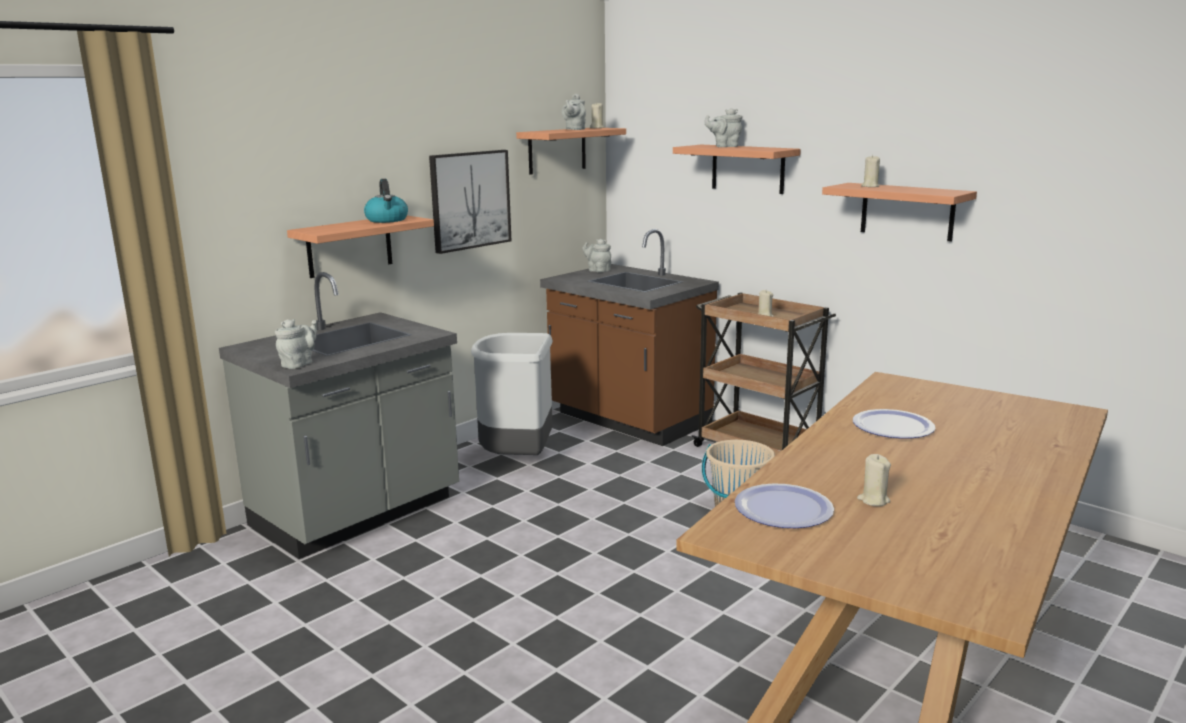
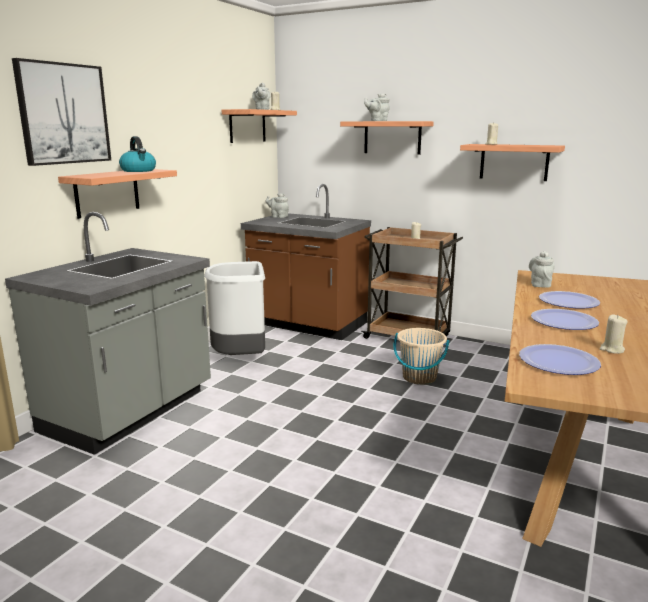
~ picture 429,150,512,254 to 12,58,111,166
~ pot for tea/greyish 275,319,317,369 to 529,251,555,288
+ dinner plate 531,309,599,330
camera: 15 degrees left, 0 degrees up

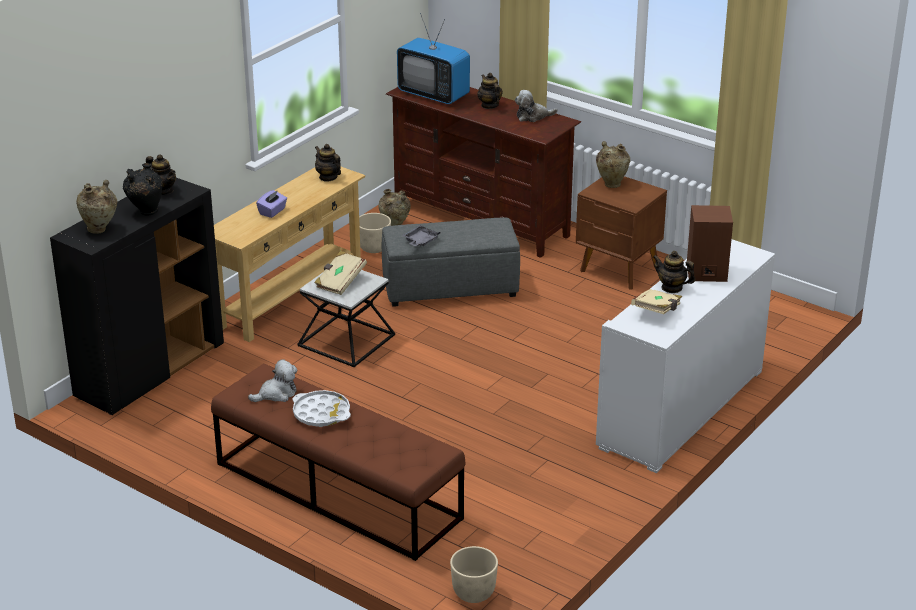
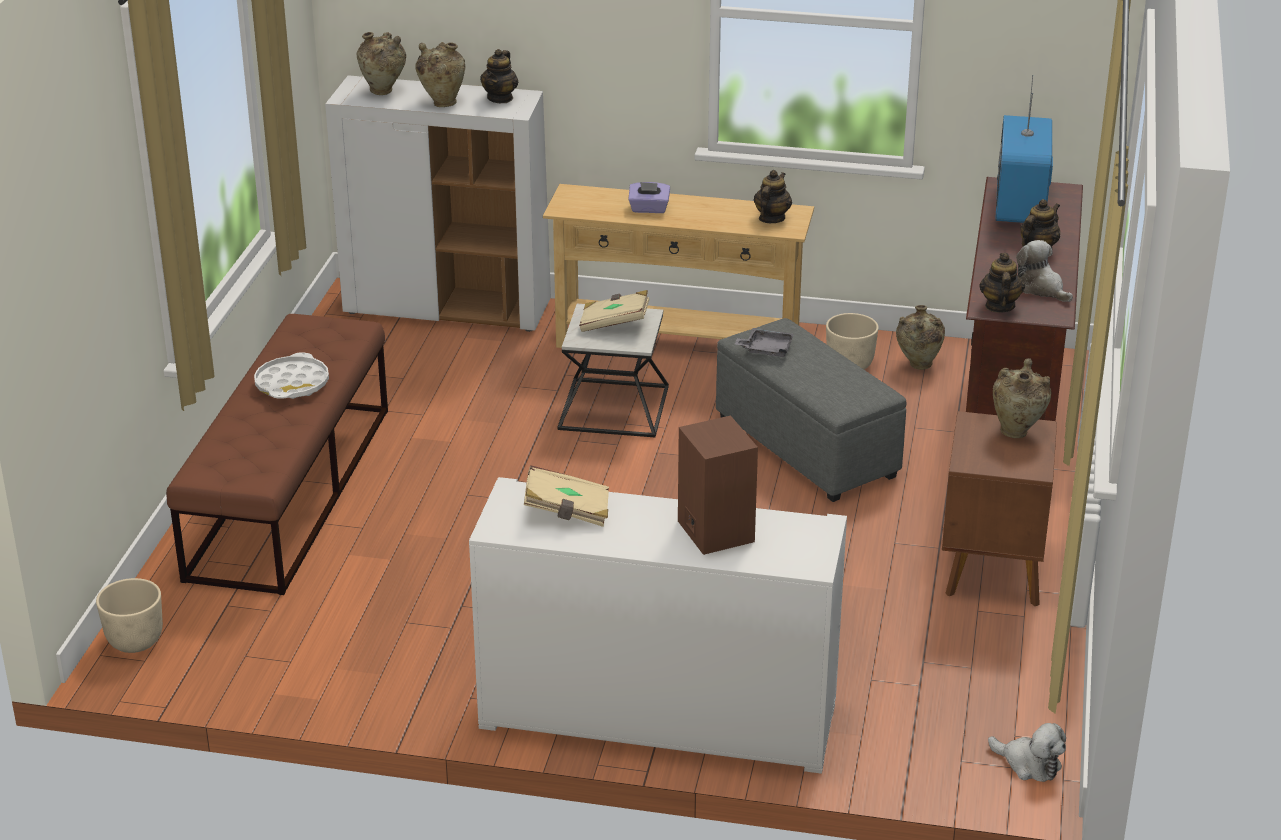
~ storage cabinet/black-coloured 50,178,224,415 to storage cabinet/white-coloured 325,75,551,332
~ decorative vase/black-coloured 123,163,163,216 to decorative vase/beige 415,42,465,107
~ pot for tea 653,251,695,293 to 979,253,1025,313
~ cuddly toy 248,359,297,402 to 988,723,1066,782
camera: 65 degrees right, 0 degrees up

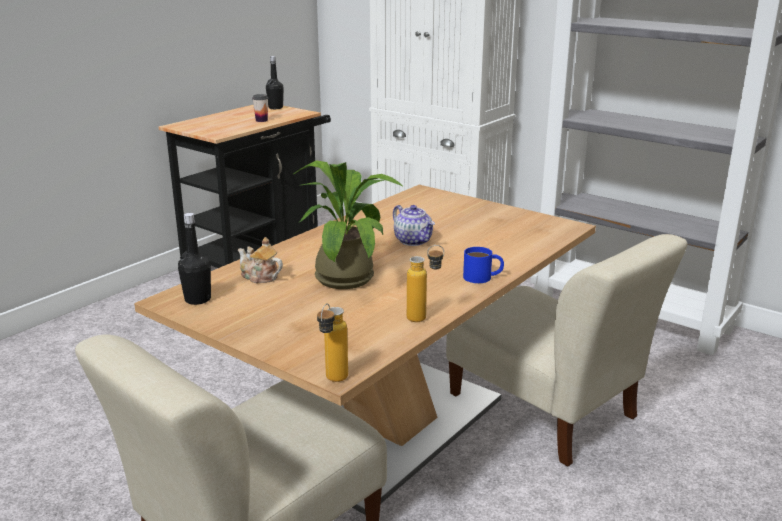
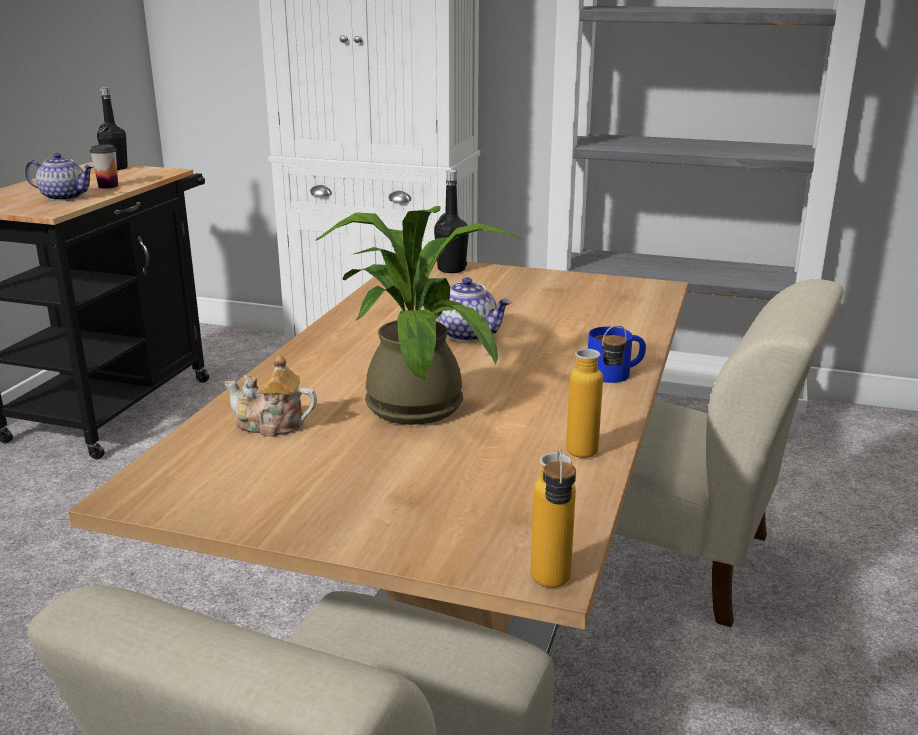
+ pot for tea 25,153,94,201
~ beverage bottle/black-coloured 178,213,211,305 to 434,170,469,273
camera: 20 degrees left, 0 degrees up

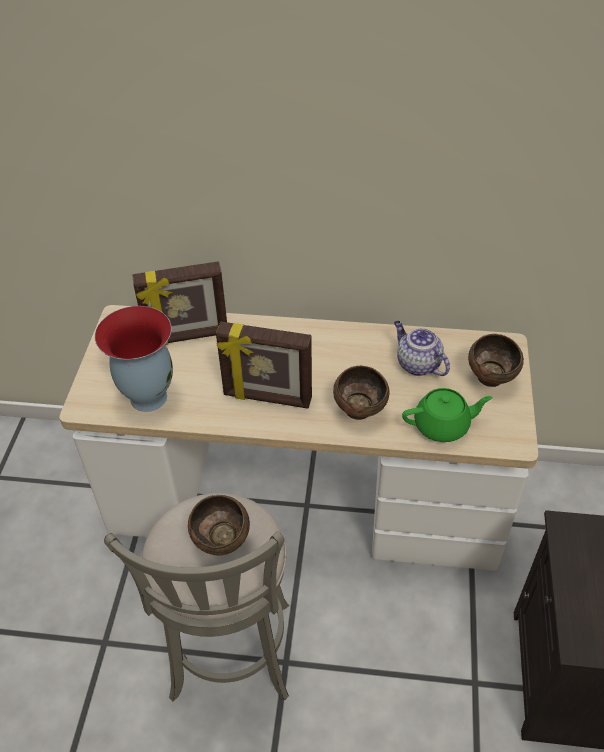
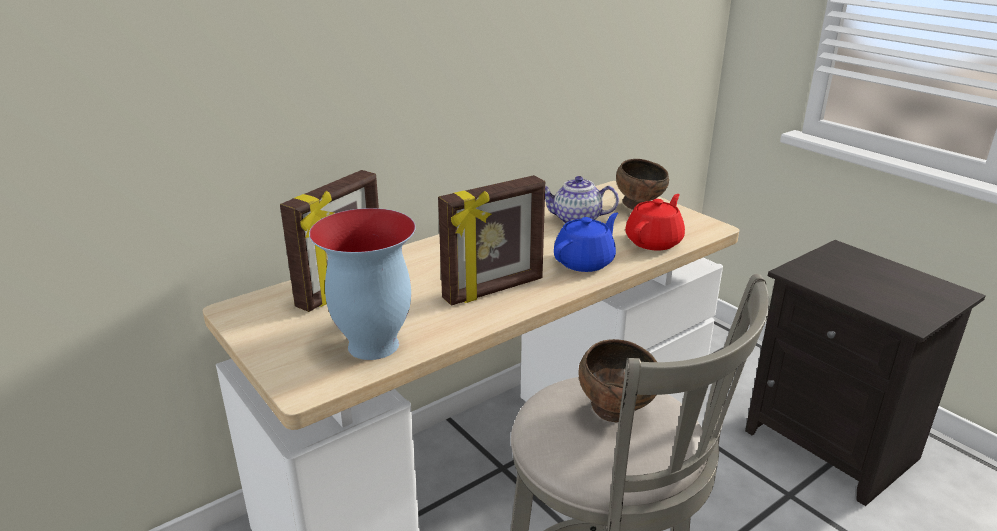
~ bowl/brown-coloured 333,366,390,420 to pot for tea/blue-coloured 554,213,618,272
~ pot for tea/green-coloured 402,388,493,442 to pot for tea/reddish 625,194,685,250
camera: 45 degrees left, 20 degrees down

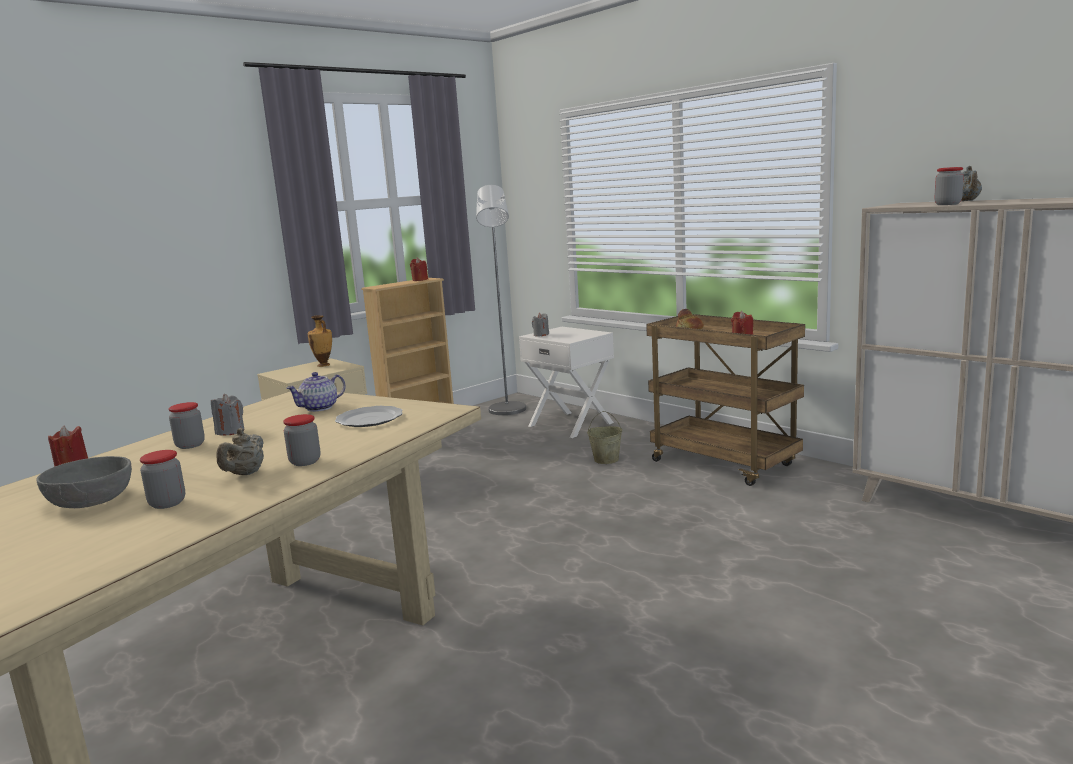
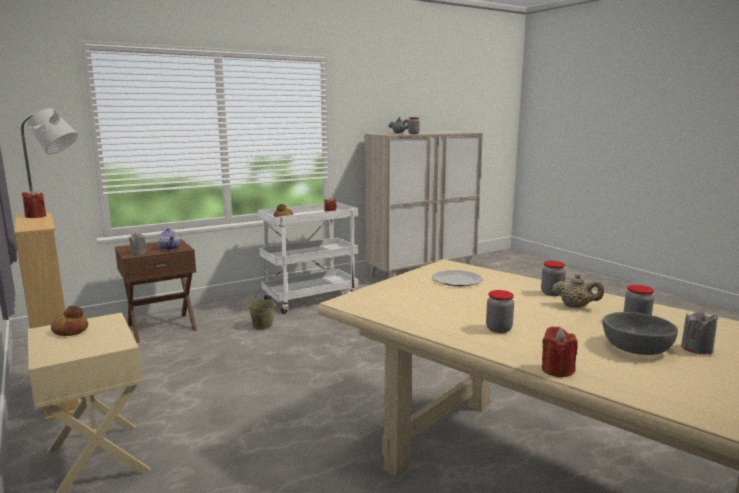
~ decorative vase 308,315,332,367 to baked bread 51,306,88,336
~ bedside table/white-coloured 519,327,614,438 to bedside table/brown-coloured 115,239,197,343
~ pot for tea 286,372,346,412 to 158,228,180,250
~ cart/brown-coloured 646,314,805,486 to cart/white-coloured 258,202,359,314
~ wax candle/greyish 211,394,244,436 to 681,310,718,355
camera: 80 degrees left, 0 degrees up

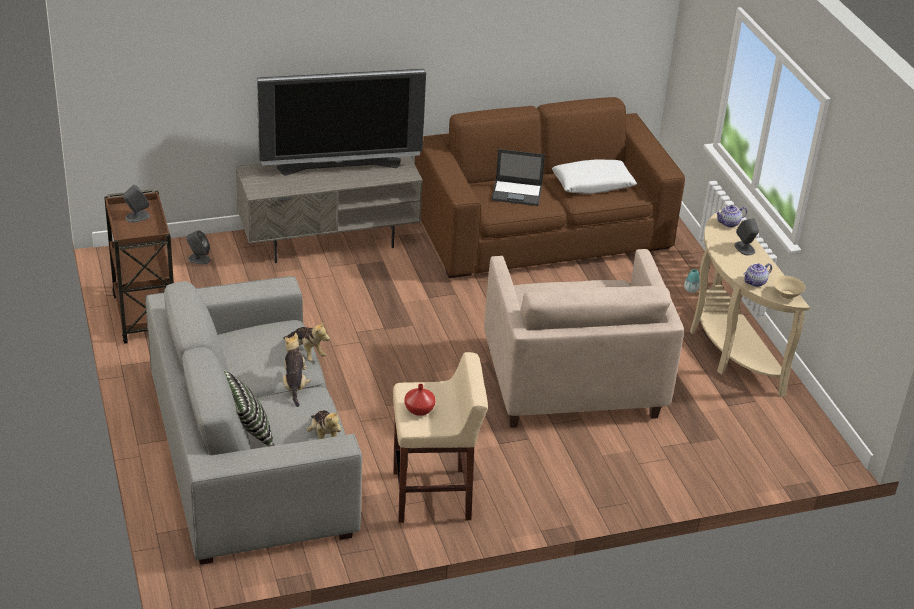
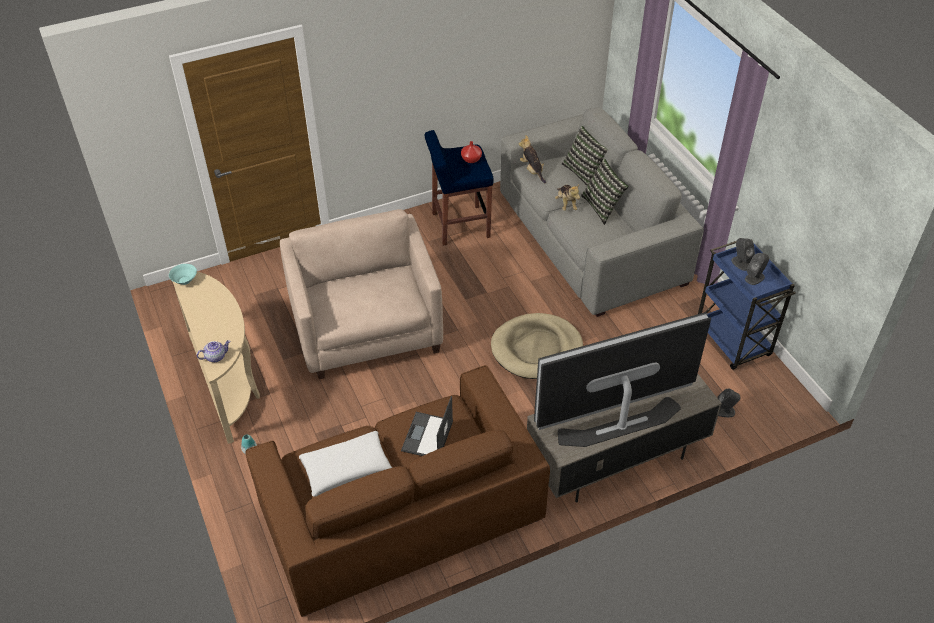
~ bowl/beige 773,276,805,299 to bowl/turquoise-coloured 169,264,197,285
~ laptop 492,149,545,206 = 401,396,453,456 75 degrees counterclockwise
~ stool/beige 393,352,488,523 to stool/blue-coloured 424,130,494,245
+ pet bed/beige 491,313,583,379
+ cushion 581,159,629,225
~ cart/brown-coloured 104,189,174,344 to cart/blue-coloured 698,241,796,370
~ speaker/greyish 734,218,759,255 to 731,238,755,271
- cuddly toy 283,320,330,361
- pot for tea 743,263,772,287
camera: 175 degrees right, 10 degrees up

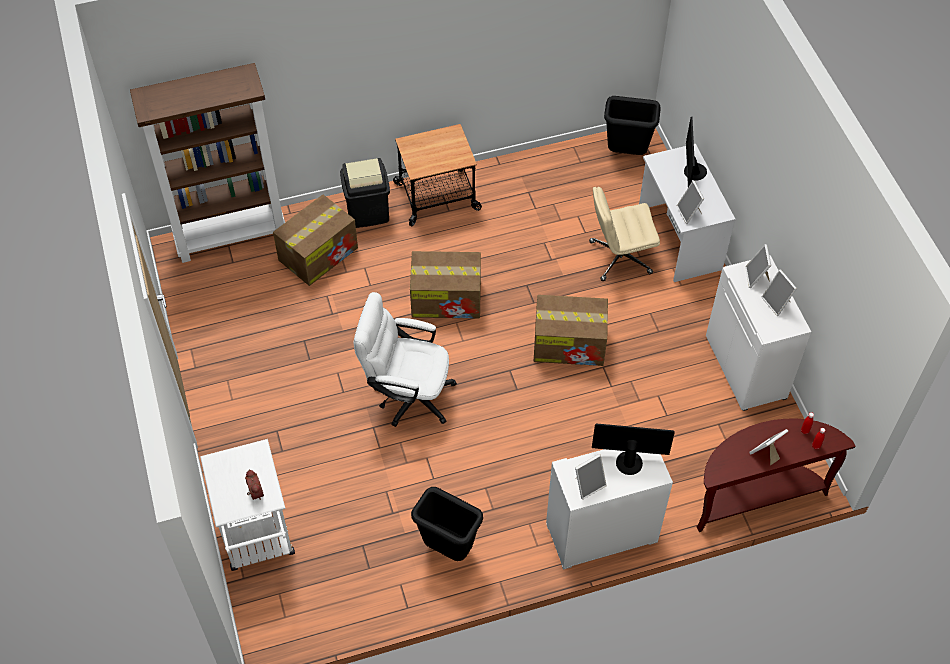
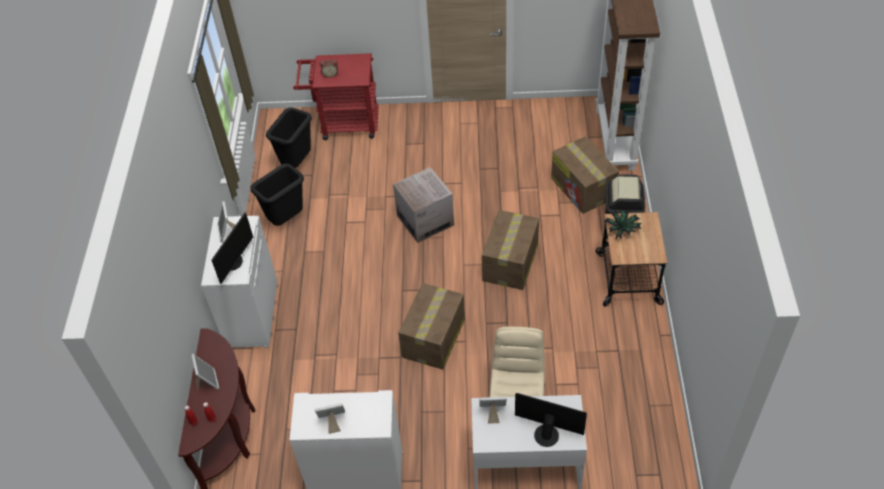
~ rubbish bin/black-coloured 604,96,661,155 to 266,107,312,168
~ cart/white-coloured 200,439,295,571 to cart/reddish 293,53,379,140
~ office chair/white-coloured 353,292,457,427 to packing box 393,167,454,243
+ houseplant 603,210,642,239
- photo frame 745,244,771,288
camera: 110 degrees right, 5 degrees down

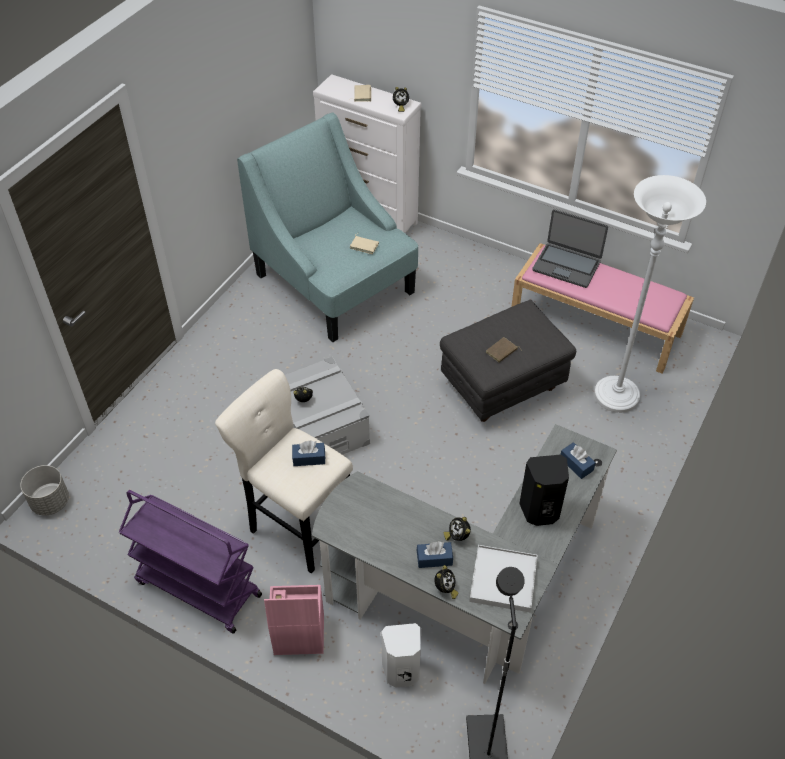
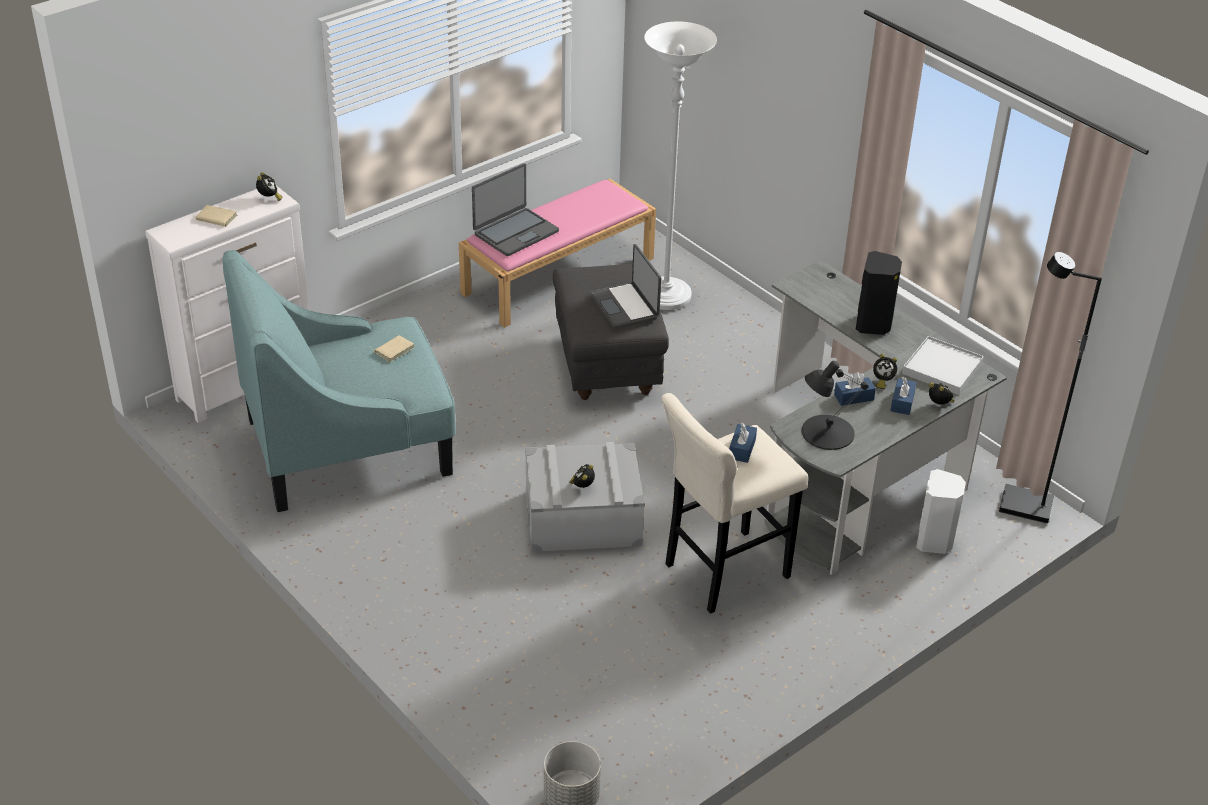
~ book/brown-coloured 486,337,522,362 to laptop 590,244,661,329
+ table lamp/black-coloured 802,361,869,450
~ tissue holder/blue-coloured 561,442,596,479 to 834,372,876,406
- cart/purplish 119,490,262,634
- storage box/pinkish 264,585,324,655
camera: 70 degrees left, 10 degrees down

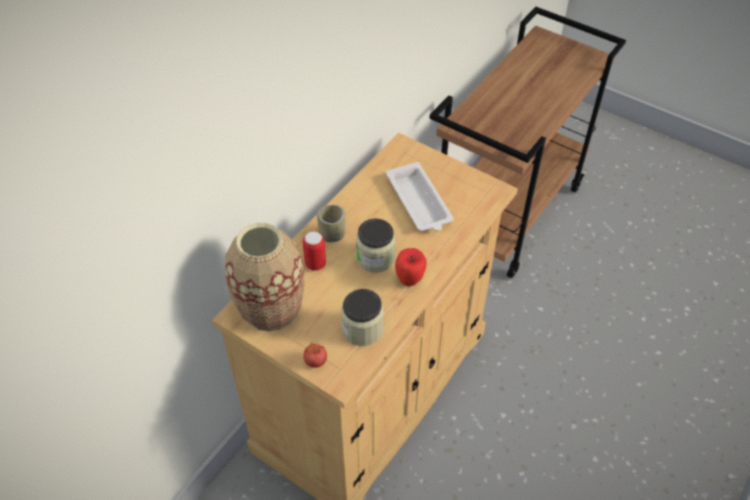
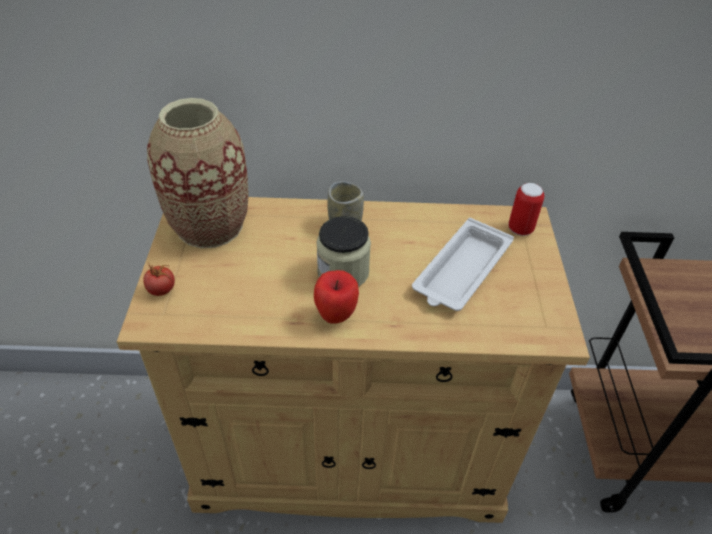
~ can 303,231,326,271 to 508,183,544,236
- storage jar 341,289,384,346
camera: 55 degrees right, 5 degrees down

